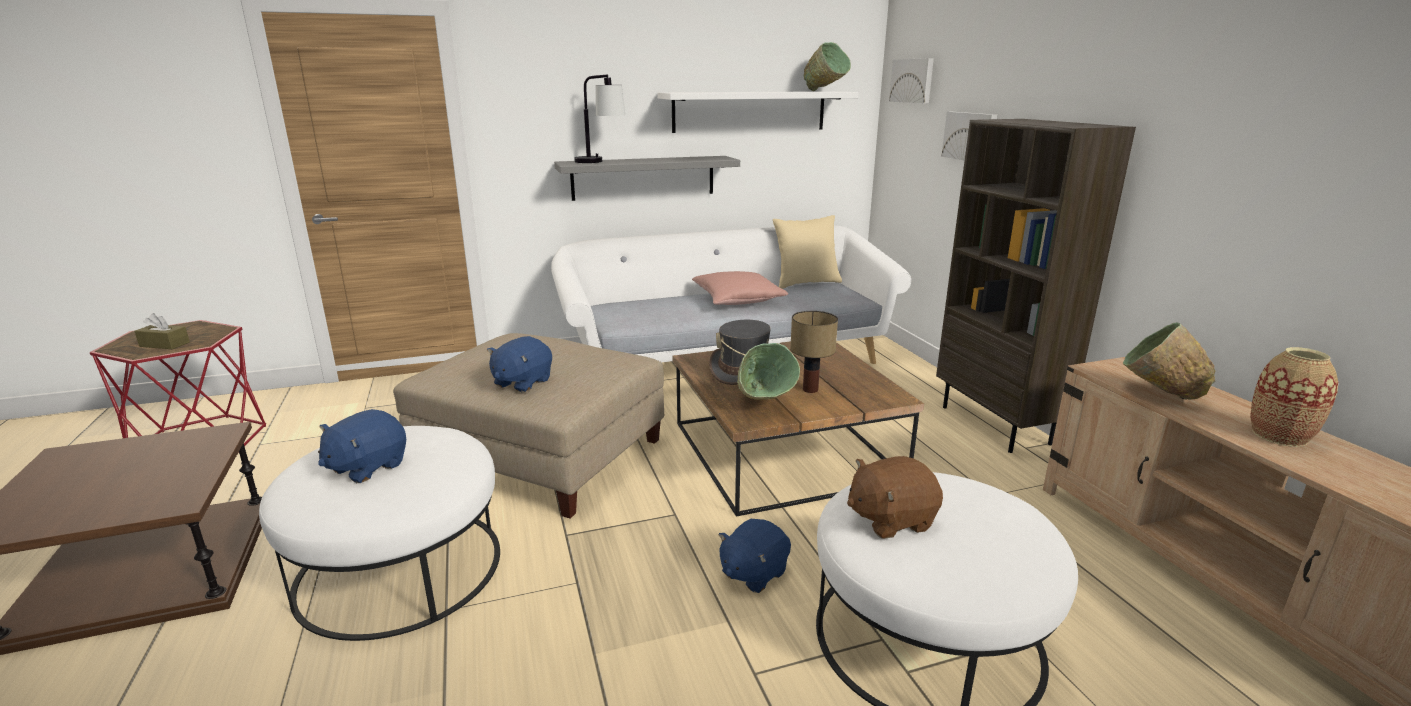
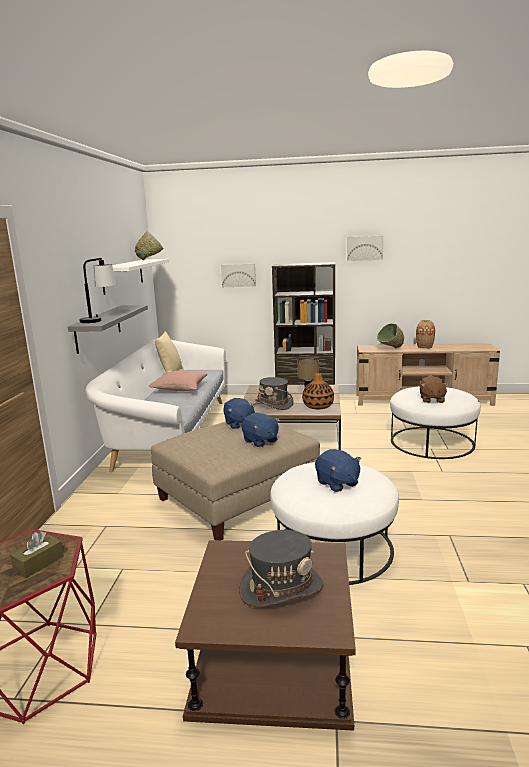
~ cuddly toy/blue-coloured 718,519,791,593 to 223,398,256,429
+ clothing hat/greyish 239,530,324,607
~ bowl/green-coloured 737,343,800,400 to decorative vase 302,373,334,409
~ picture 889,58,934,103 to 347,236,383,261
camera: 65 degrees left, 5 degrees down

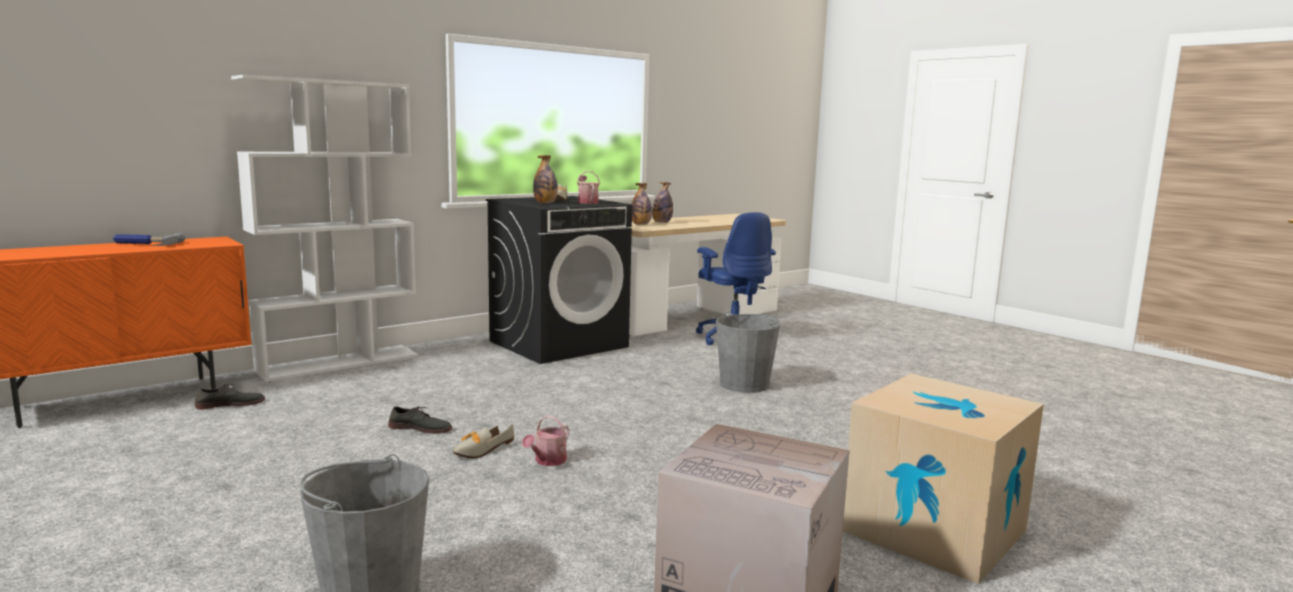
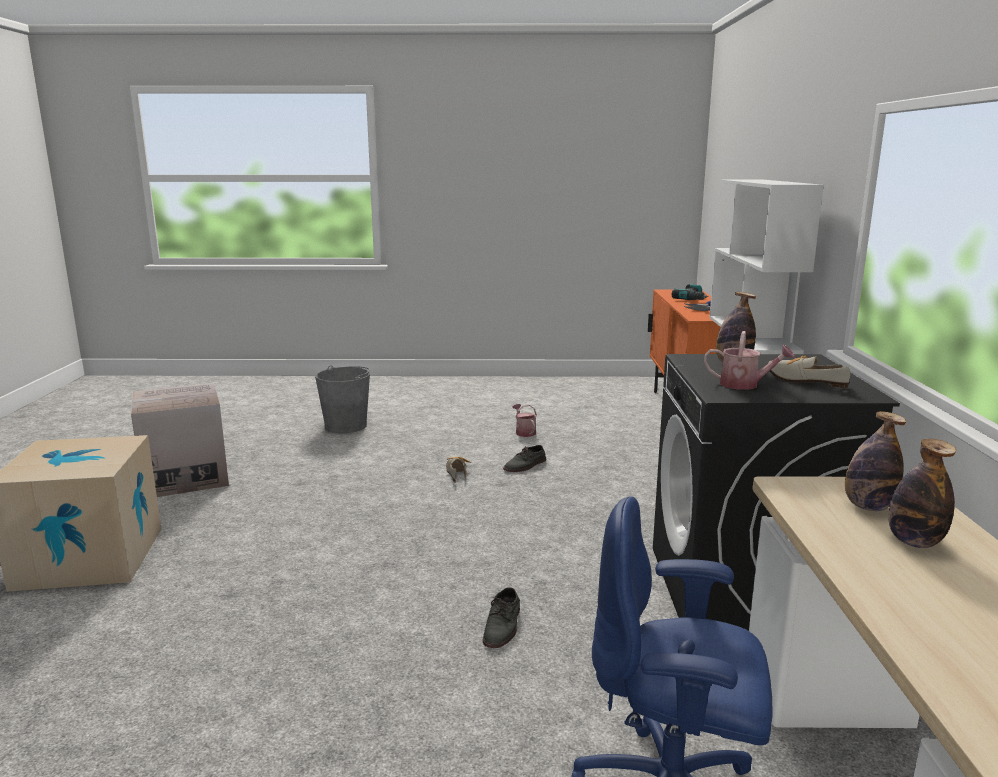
~ low shoe/greyish 195,384,265,410 to 483,587,520,648
~ watering can 522,415,569,466 to 512,404,537,437
+ power drill 672,284,708,300
- water bucket/greyish 716,312,780,393
camera: 130 degrees right, 5 degrees up

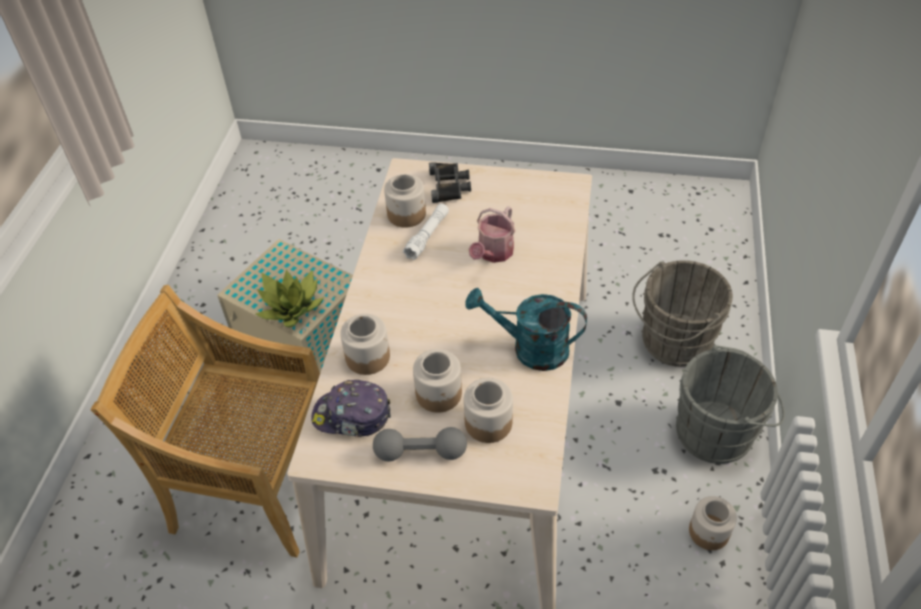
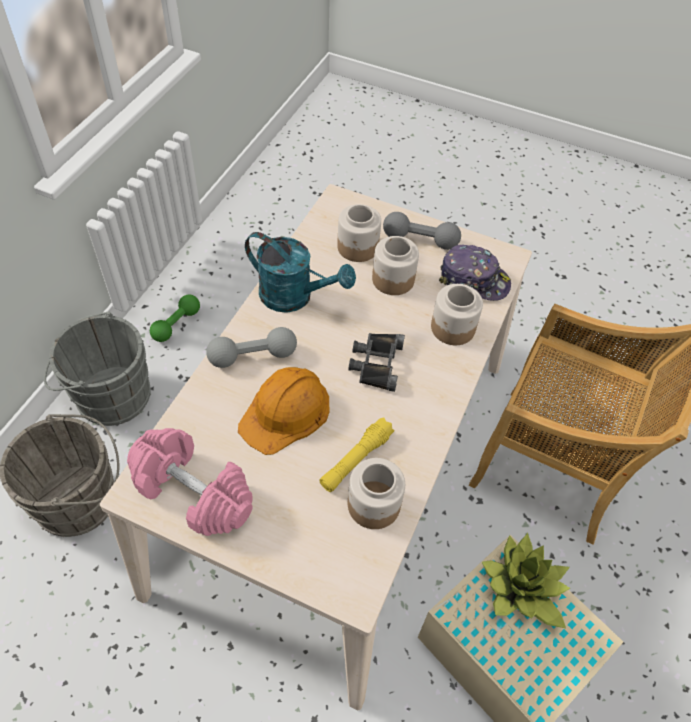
+ free weight/pinkish 127,428,253,536
~ storage jar 689,496,737,550 to free weight/green-coloured 150,295,200,342
+ free weight/greyish 206,327,297,368
~ watering can 469,206,515,263 to hard hat/orange 238,367,329,455
~ torch/white-coloured 403,204,449,260 to torch/yellowish 319,417,395,492
~ pair of binoculars/black-coloured 429,162,471,203 to 348,333,405,392
camera: 170 degrees left, 5 degrees up

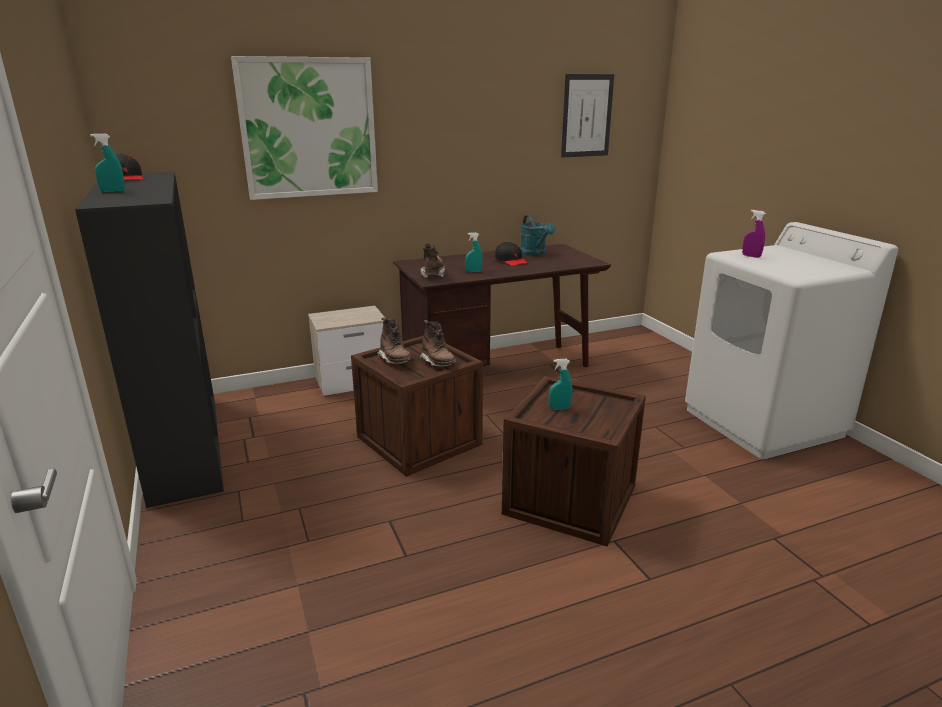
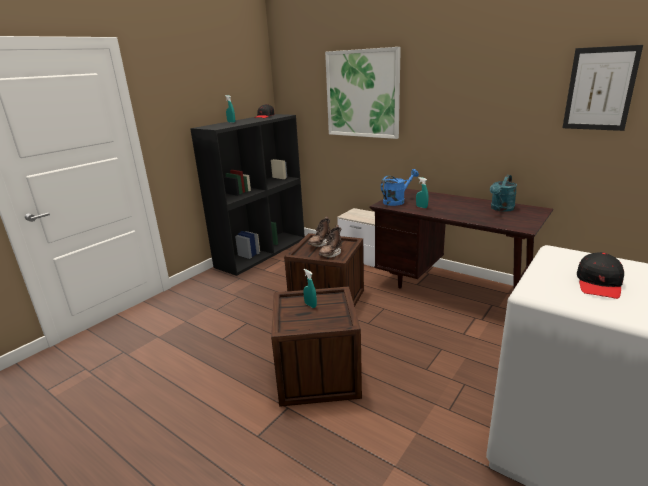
~ boot/brown-coloured 421,243,446,278 to watering can/blue-coloured 381,169,419,206
~ cap/black-coloured 495,241,528,266 to 577,252,624,299
- sprayer/purplish 742,210,766,258
camera: 60 degrees right, 0 degrees up

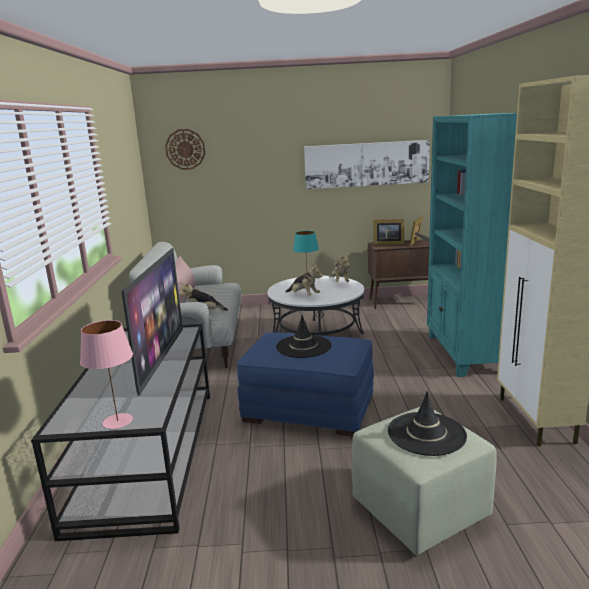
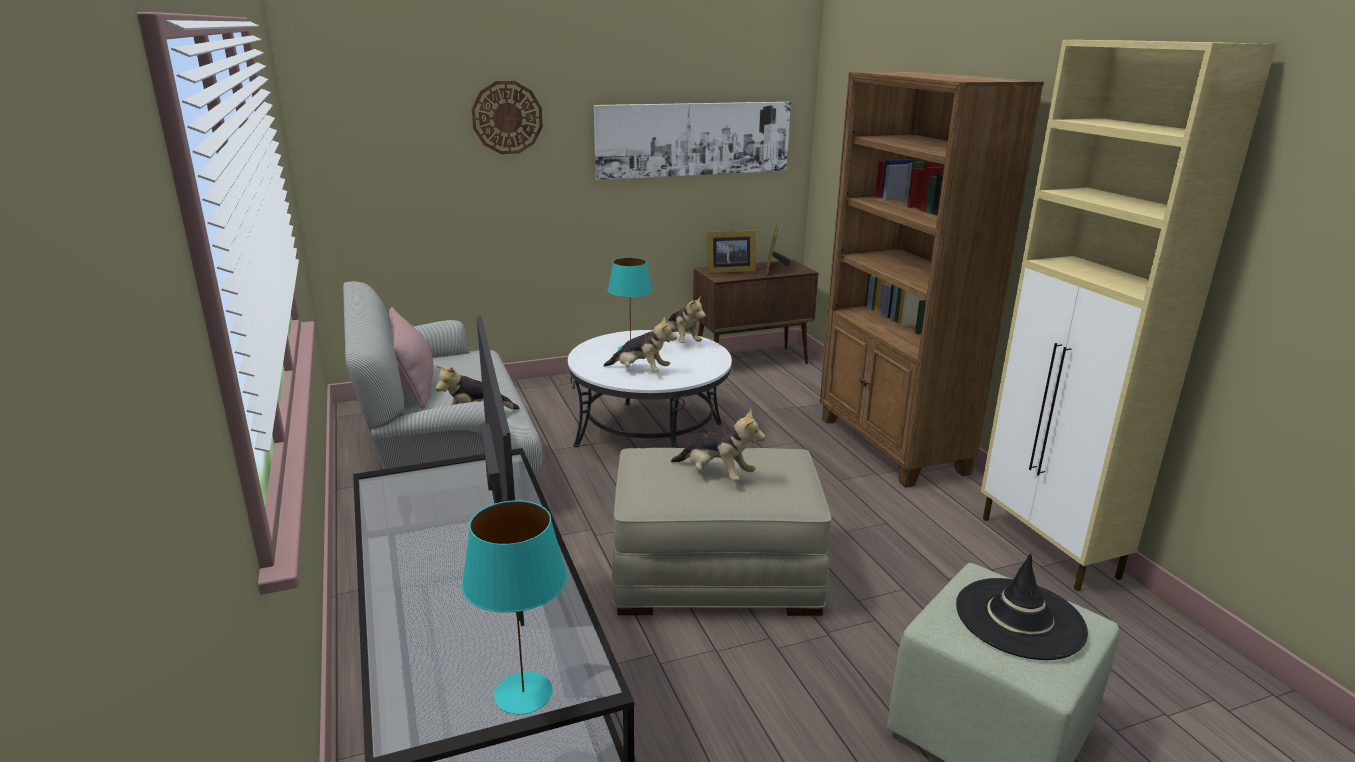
~ table lamp/pinkish 80,320,133,429 to table lamp/turquoise-coloured 462,500,567,714
~ wall clock 165,129,205,170 to 472,81,543,154
~ pouffe/blue-coloured 237,332,374,437 to pouffe/beige 612,448,831,616
~ clothing hat/black-coloured 276,315,332,358 to cuddly toy 671,408,765,481
~ bookcase/turquoise-coloured 427,113,517,377 to bookcase/brown-coloured 820,72,1044,488
camera: 20 degrees left, 5 degrees up

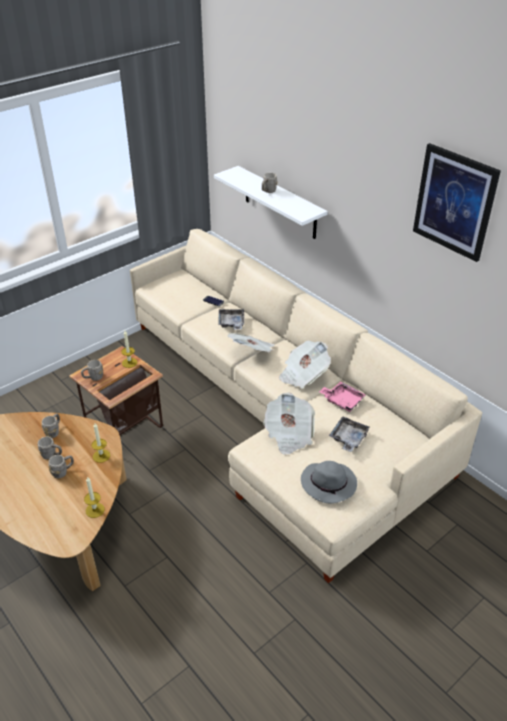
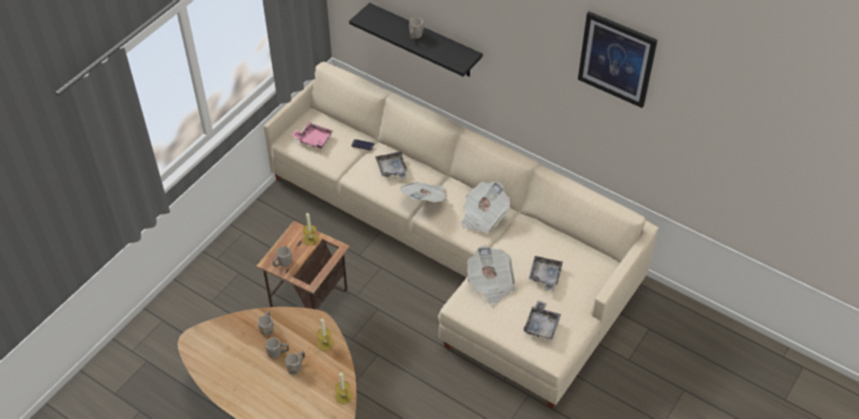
~ carrying tray/pinkish 319,381,366,412 to 292,122,333,149
~ wall shelf/white-coloured 214,166,328,239 to wall shelf/black-coloured 349,3,483,77
~ clothing hat/greyish 301,461,357,503 to carrying tray/greyish 524,300,561,339
camera: 15 degrees left, 10 degrees up

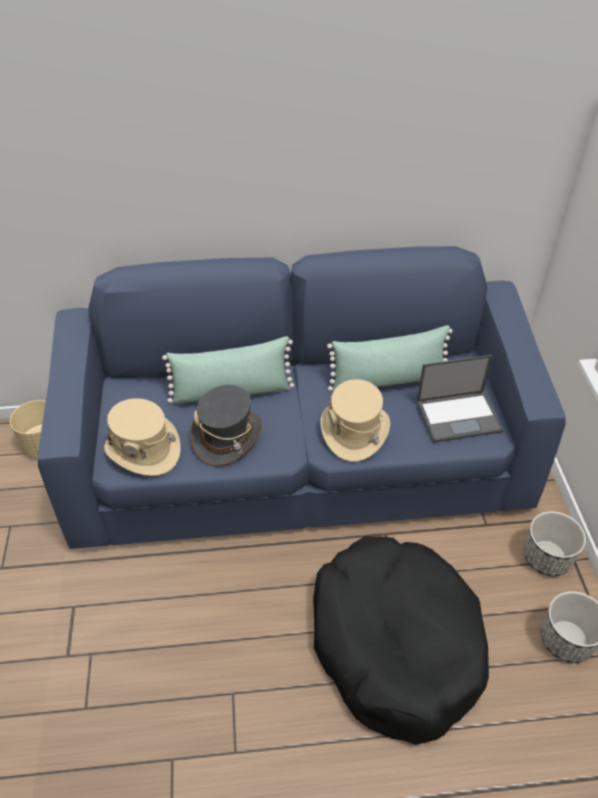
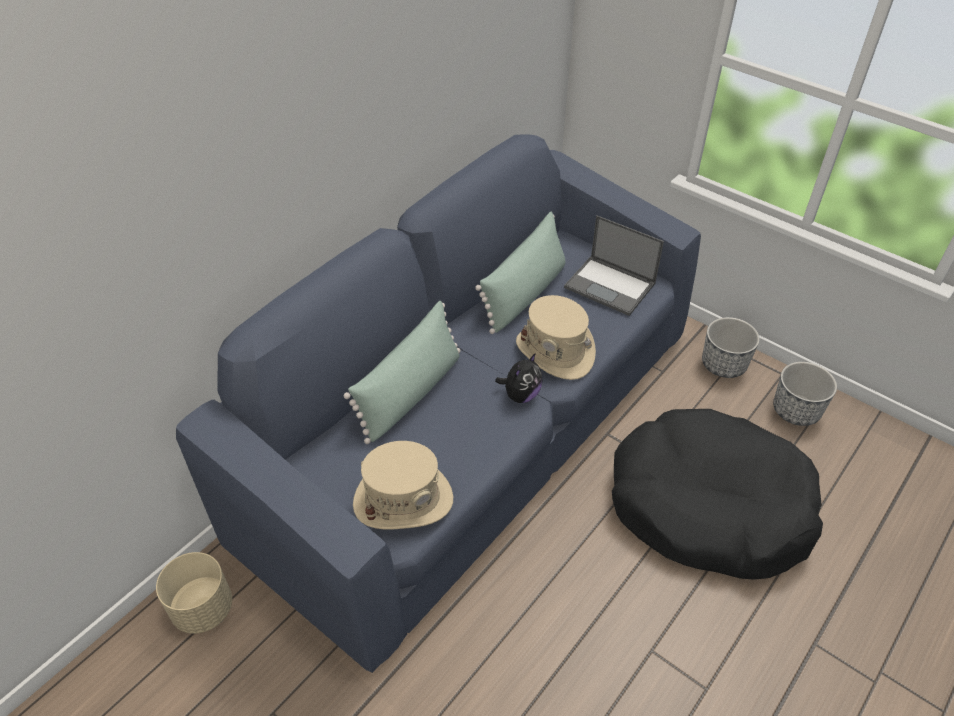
+ cuddly toy 495,353,543,403
~ laptop 416,355,504,443 = 564,216,664,316 90 degrees clockwise
- clothing hat/greyish 191,385,262,467
camera: 45 degrees left, 0 degrees up

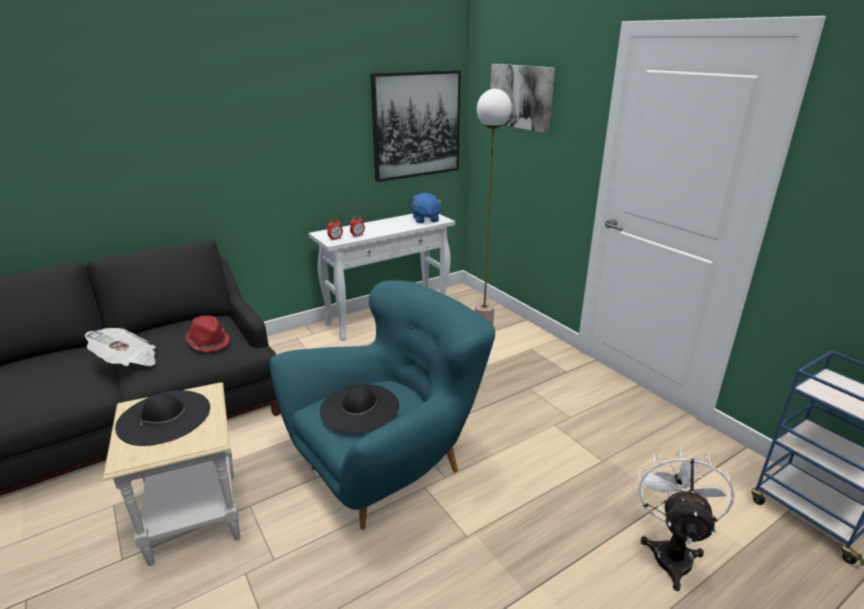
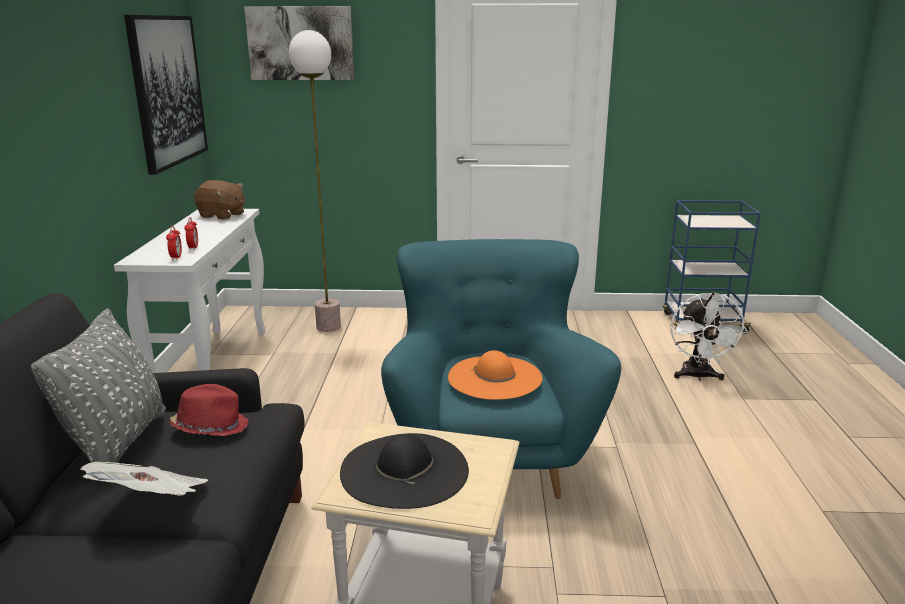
+ cushion/greyish 31,308,166,482
~ cuddly toy/blue-coloured 411,193,442,223 to cuddly toy/brown-coloured 194,180,245,220
~ clothing hat/black-coloured 320,384,399,433 to clothing hat/orange 448,350,542,400
~ cooling fan/white-coloured 638,447,735,591 = 671,292,748,381 135 degrees counterclockwise
camera: 55 degrees left, 5 degrees down

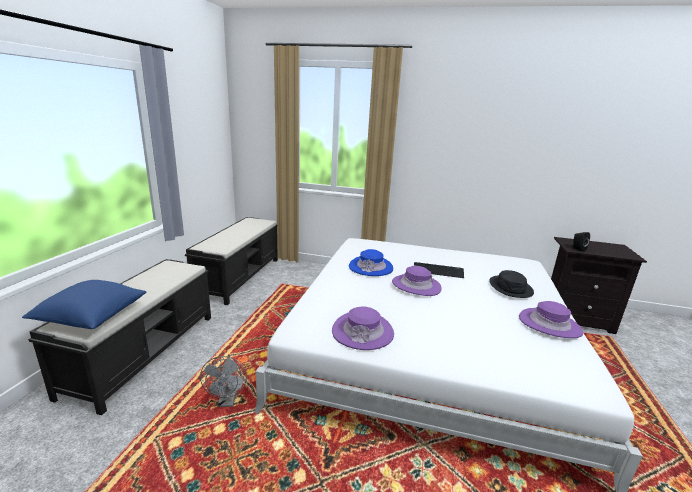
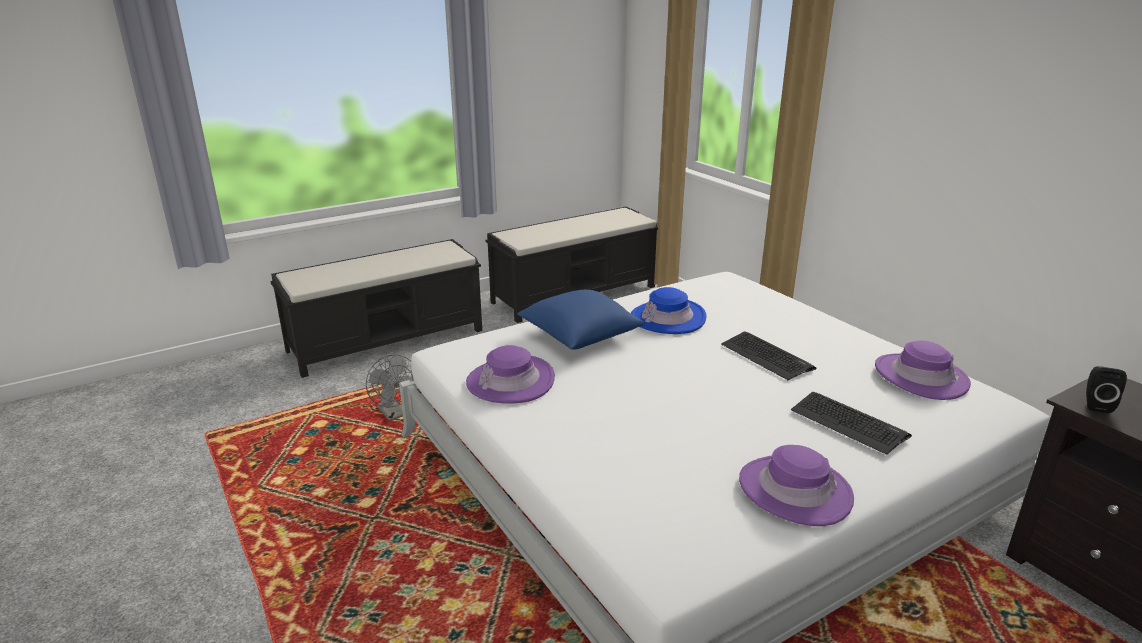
~ cooling fan/greyish 200,356,247,407 = 366,355,414,421 75 degrees counterclockwise
~ cushion/blue-coloured 22,280,147,329 to 517,290,645,350
~ clothing hat/black-coloured 489,270,534,298 to PC keyboard 791,392,912,455
~ clothing hat/purplish 392,266,442,296 to 875,340,971,400
camera: 45 degrees right, 5 degrees up

